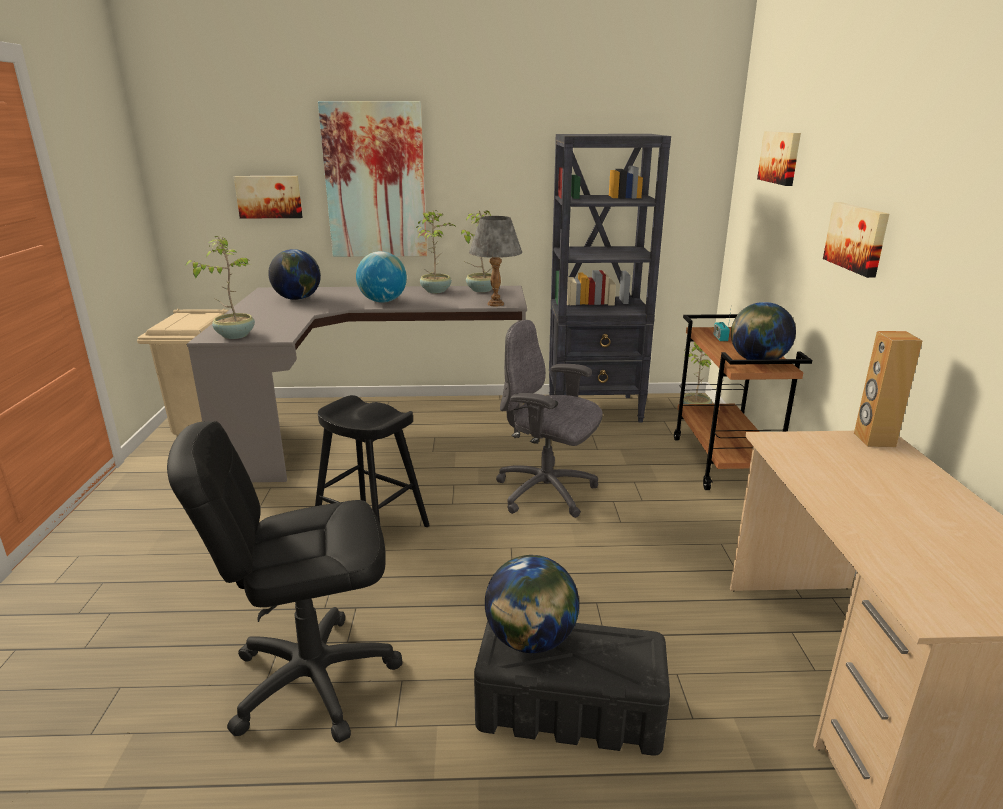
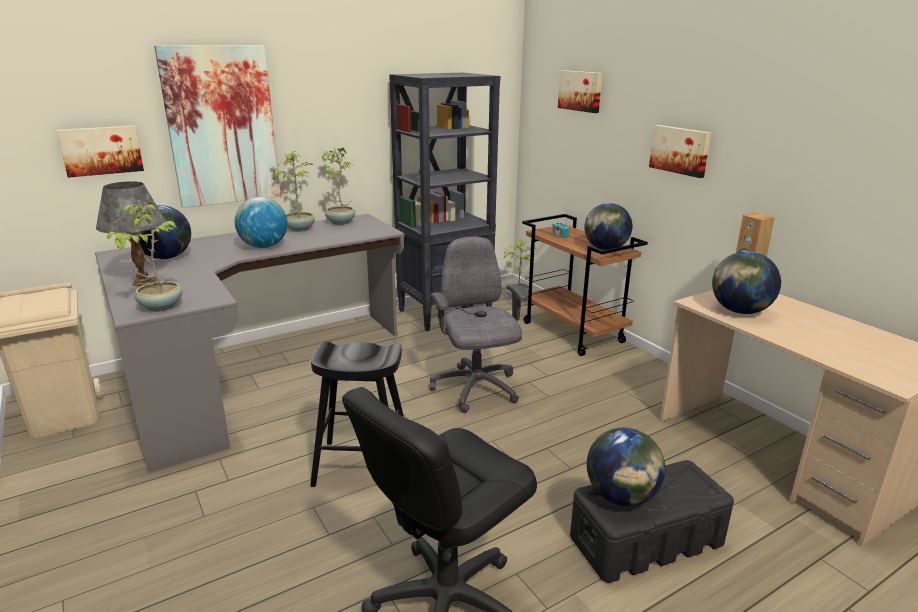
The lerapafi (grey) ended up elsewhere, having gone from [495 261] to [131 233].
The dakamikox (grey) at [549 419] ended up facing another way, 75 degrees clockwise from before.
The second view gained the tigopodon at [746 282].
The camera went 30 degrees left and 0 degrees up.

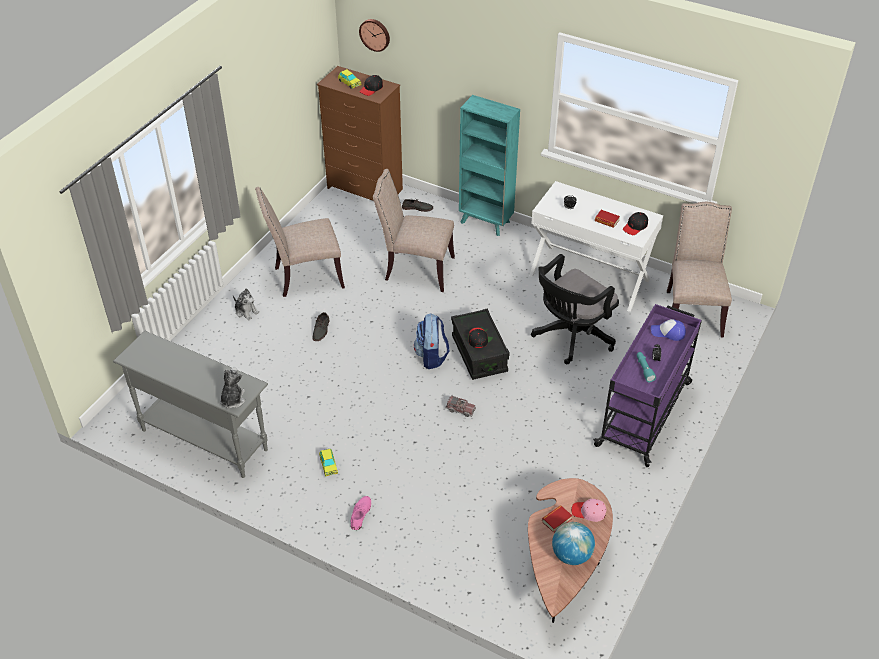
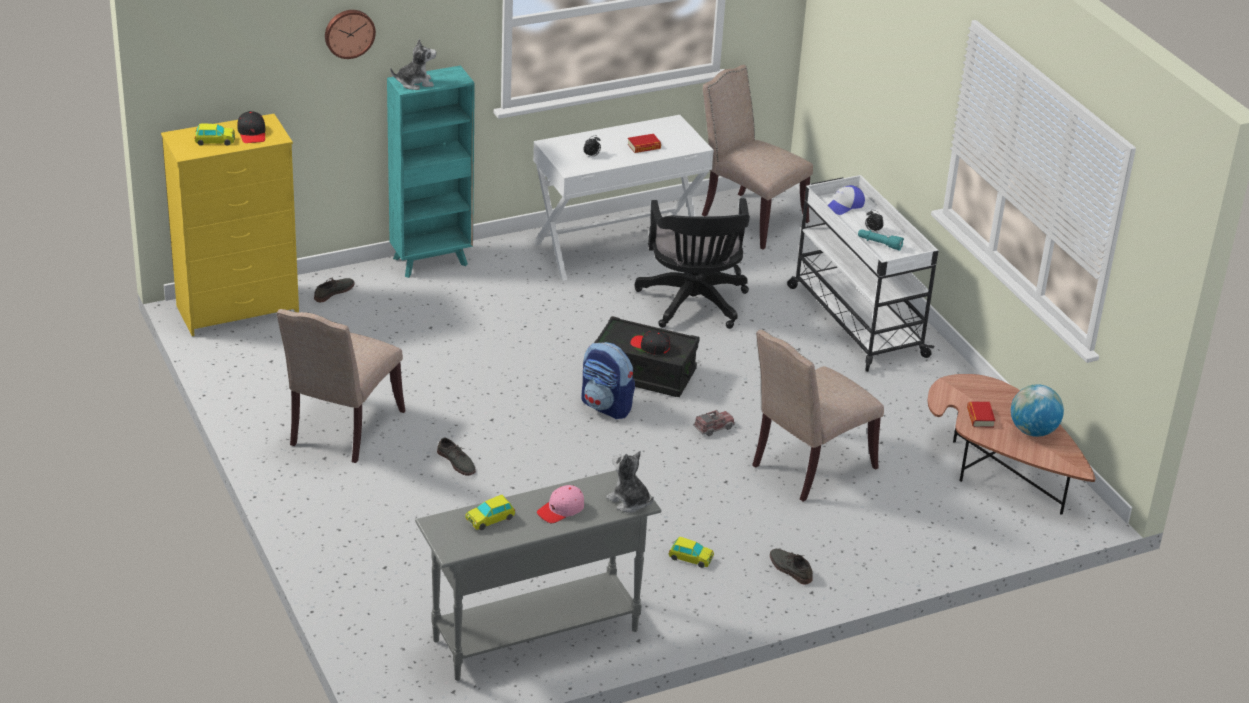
What was the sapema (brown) at [360 133] turned into the sapema (yellow) at [230 225].
The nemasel ended up elsewhere, having gone from [374 35] to [350 34].
The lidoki ended up elsewhere, having gone from [246 304] to [413 64].
The second view gained the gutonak at [490 512].
The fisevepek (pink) ended up elsewhere, having gone from [588 510] to [560 504].
The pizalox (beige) ended up elsewhere, having gone from [414 230] to [818 416].
What was the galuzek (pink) at [361 513] turned into the galuzek (grey) at [791 567].
What was the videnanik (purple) at [647 385] turned into the videnanik (white) at [862 273].
The second view lost the fisevepek (black) at [635 223].
The camera went 55 degrees left and 10 degrees down.

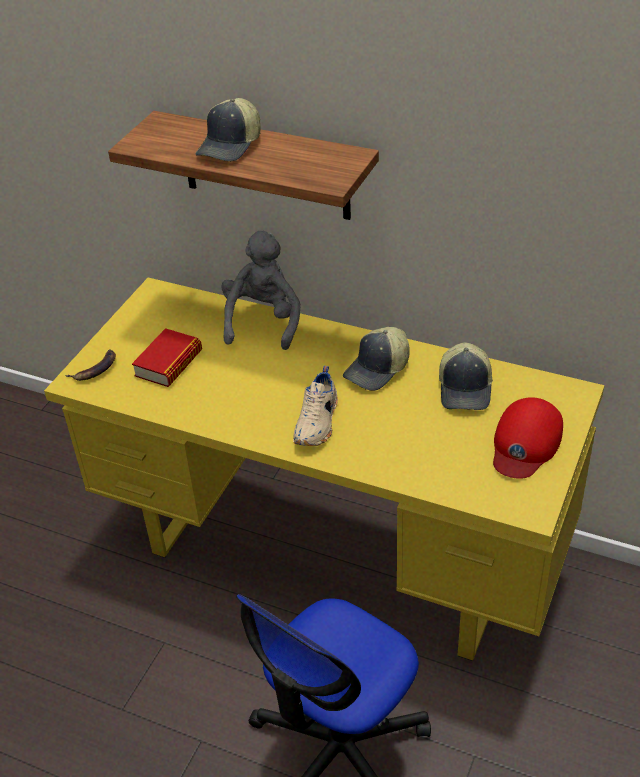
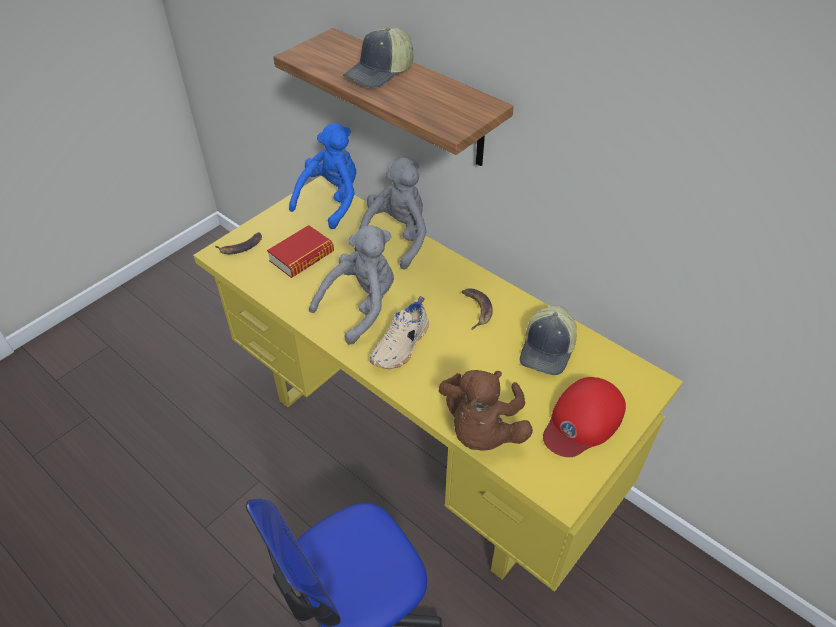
The second view gained the lidoki (blue) at [322 176].
The second view gained the lidoki (grey) at [351 285].
The second view gained the lidoki (brown) at [486 410].
Where the fisevepek stood at [376 359], the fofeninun came to stand at [477 309].
The camera went 15 degrees right and 5 degrees up.

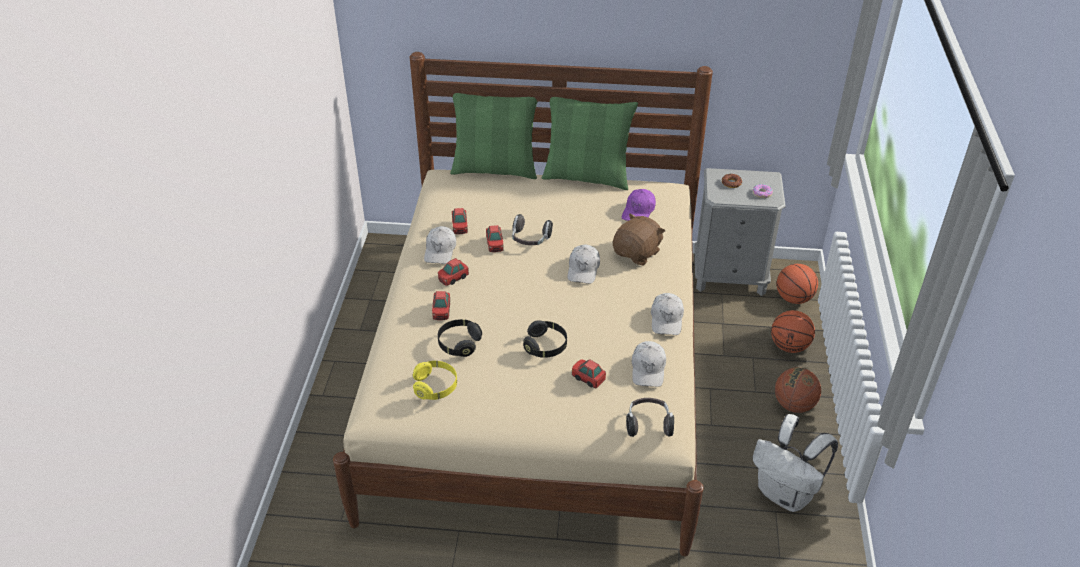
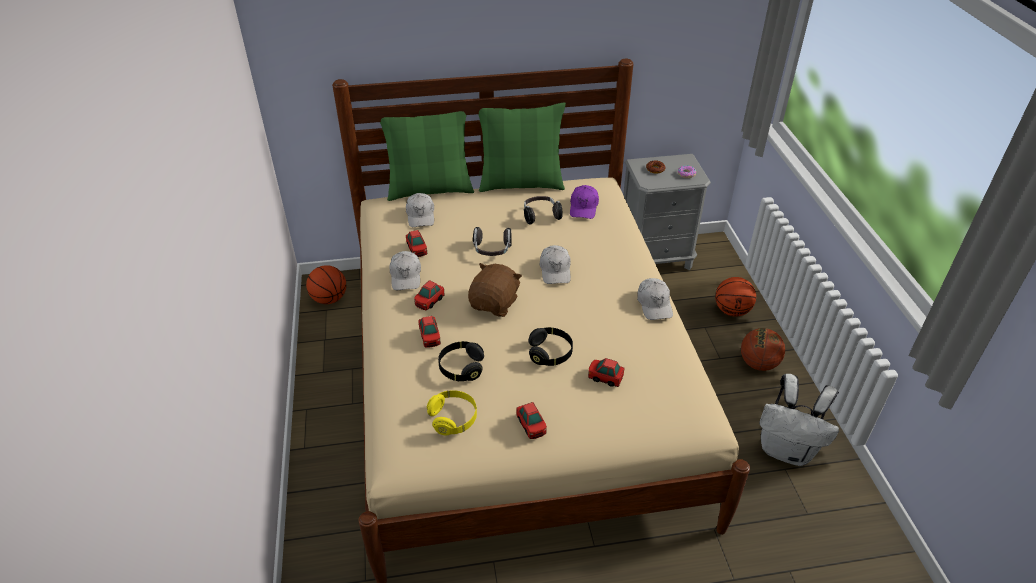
The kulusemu ended up elsewhere, having gone from [797 284] to [326 284].
The fisevepek (white) ended up elsewhere, having gone from [648 364] to [420 210].
The lidoki (brown) ended up elsewhere, having gone from [639 240] to [495 290].
The gutonak ended up elsewhere, having gone from [495 238] to [531 420].
The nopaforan ended up elsewhere, having gone from [650 417] to [543 210].
The camera went 15 degrees left and 0 degrees up.

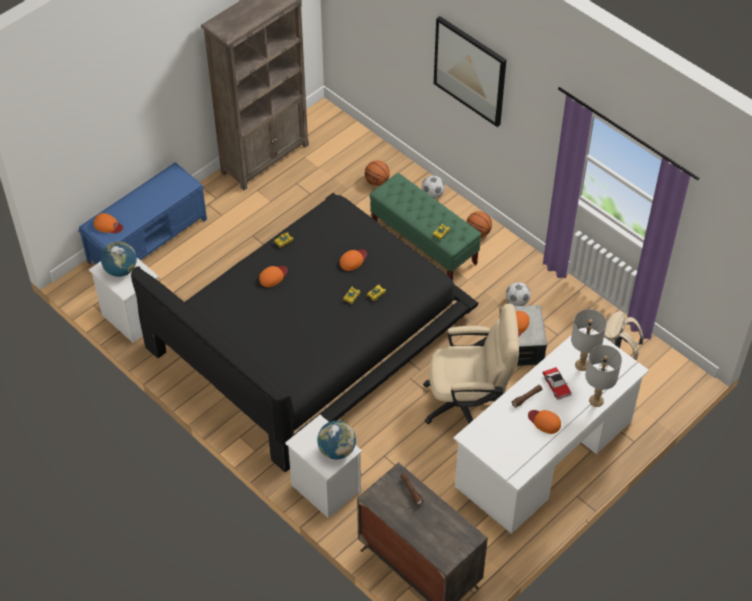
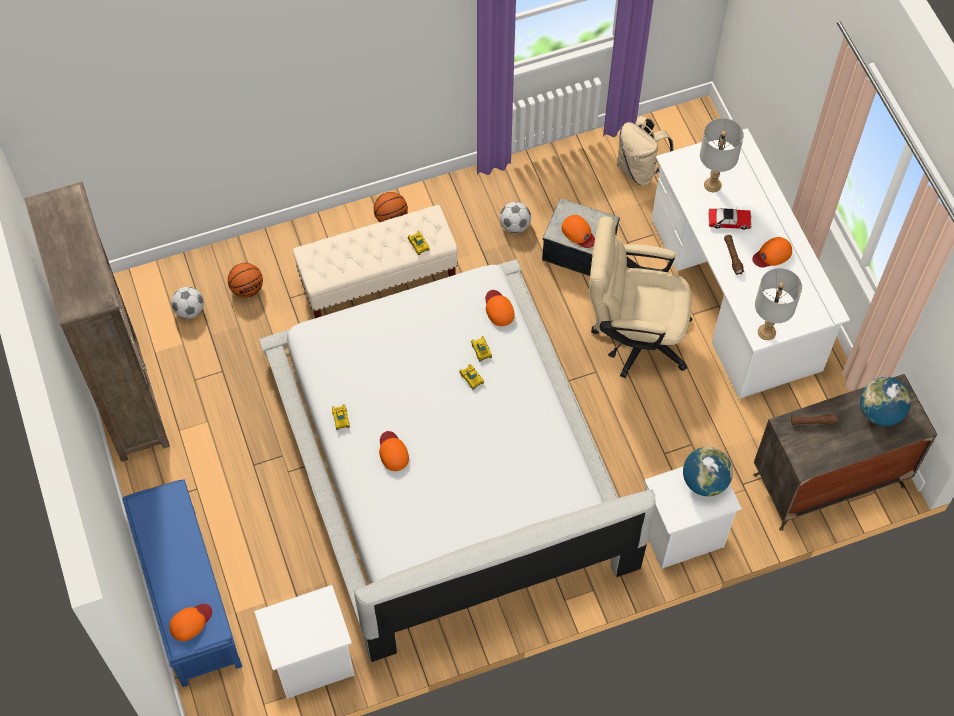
The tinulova ended up elsewhere, having gone from [433 187] to [187 303].
What was the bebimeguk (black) at [305 332] turned into the bebimeguk (white) at [457 460].
What was the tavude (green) at [425 226] turned into the tavude (beige) at [375 261].
The fisevepek (orange) ended up elsewhere, having gone from [353 260] to [500 308].
The dakamikox (beige) at [471 363] ended up facing another way, 105 degrees counterclockwise from before.
The lerapafi (grey) ended up elsewhere, having gone from [603 376] to [778 304].
The tigopodon ended up elsewhere, having gone from [119 259] to [885 401].
The second view lost the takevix at [470 71].
The camera went 65 degrees left and 10 degrees up.

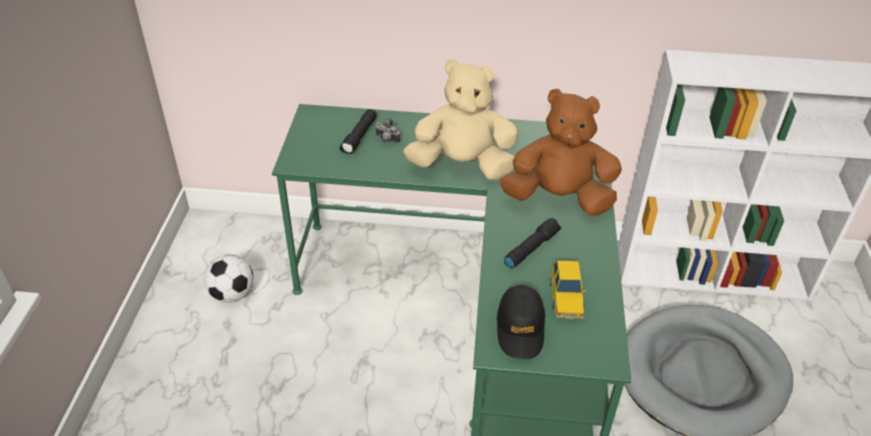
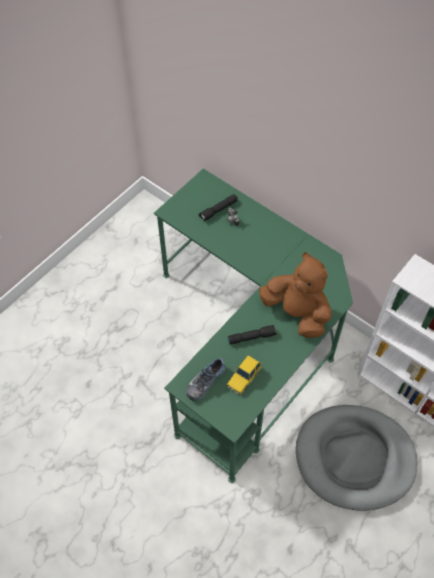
Where the fisevepek (black) stood at [521 322], the galuzek came to stand at [205 379].
The second view lost the tinulova at [229 279].
The second view lost the lidoki (beige) at [461 119].
The camera went 35 degrees right and 15 degrees up.

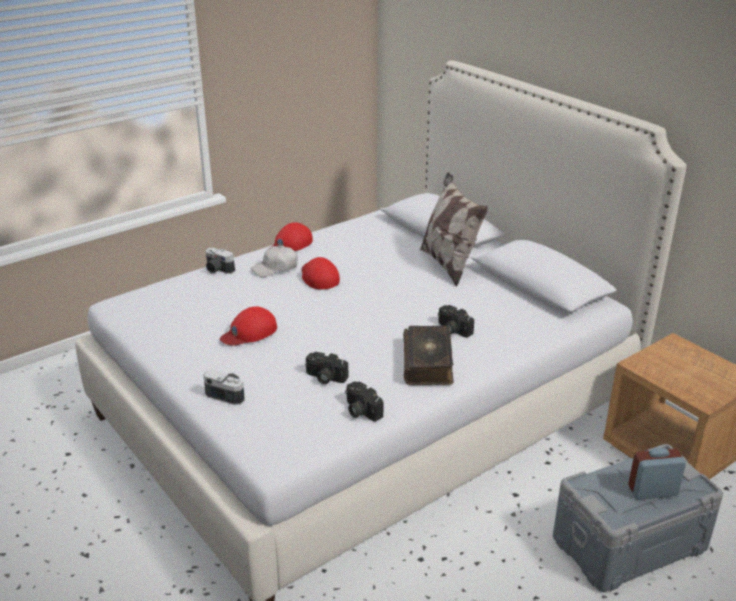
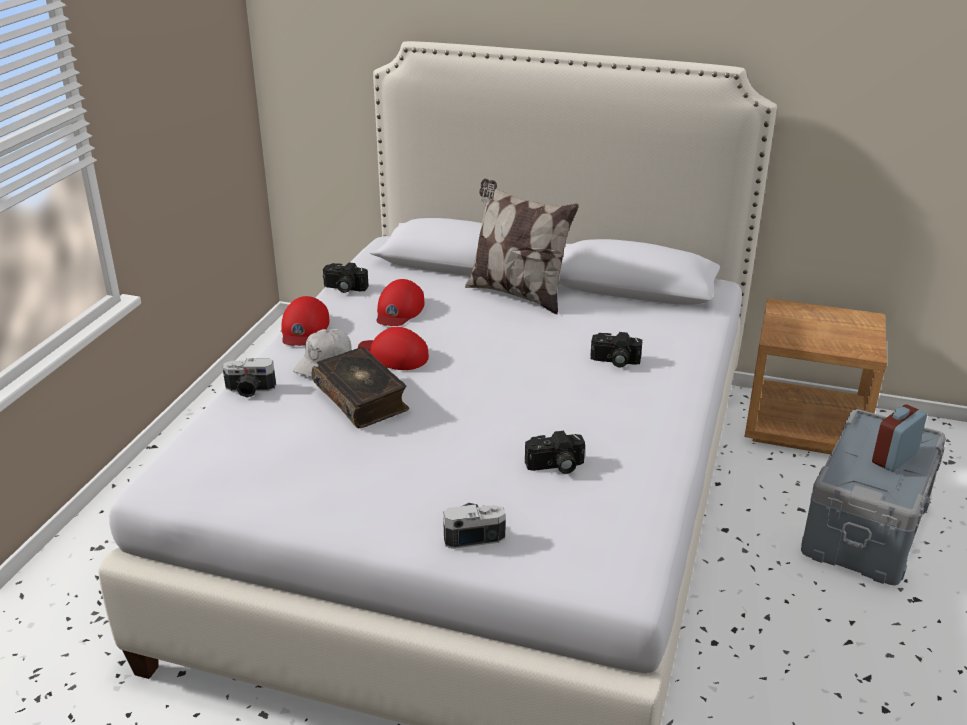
The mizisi ended up elsewhere, having gone from [428 355] to [360 387].
The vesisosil ended up elsewhere, having gone from [364 401] to [346 277].
The fisevepek (red) ended up elsewhere, having gone from [248 326] to [400 302].
The camera went 35 degrees left and 0 degrees up.

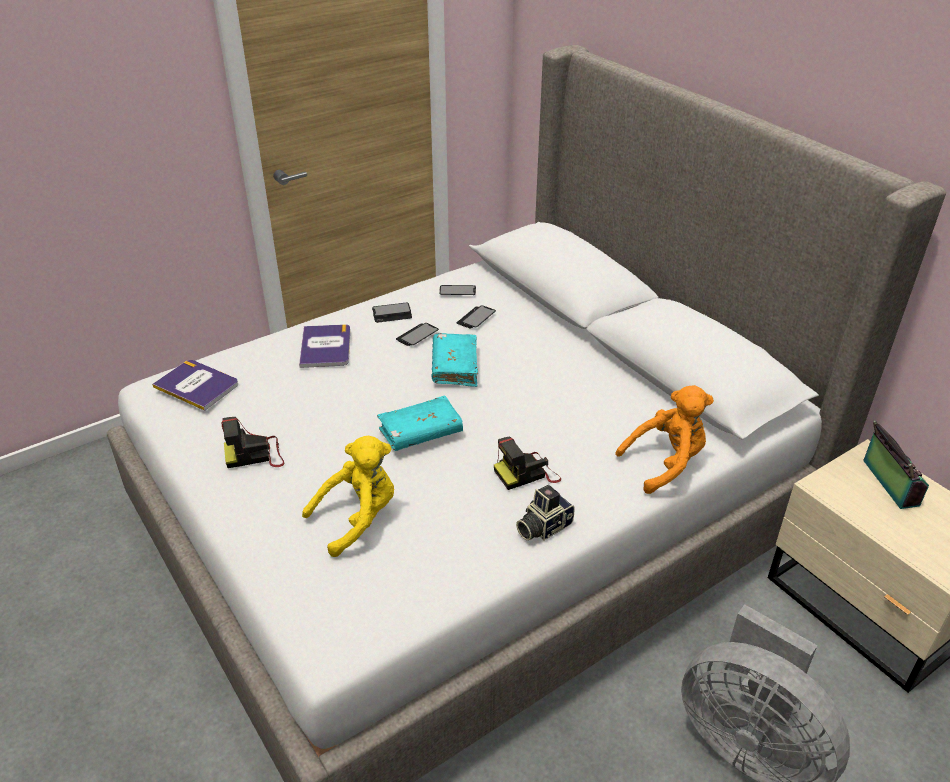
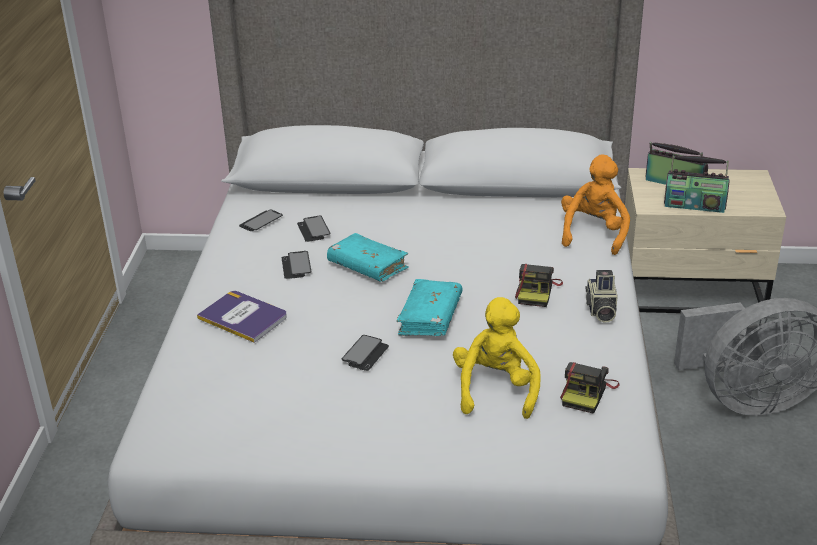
The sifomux ended up elsewhere, having gone from [392 313] to [365 353].
The vesisosil ended up elsewhere, having gone from [253 442] to [589 388].
The second view gained the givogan at [697 184].
The second view lost the mizisi at [195 385].
The camera went 50 degrees left and 5 degrees down.

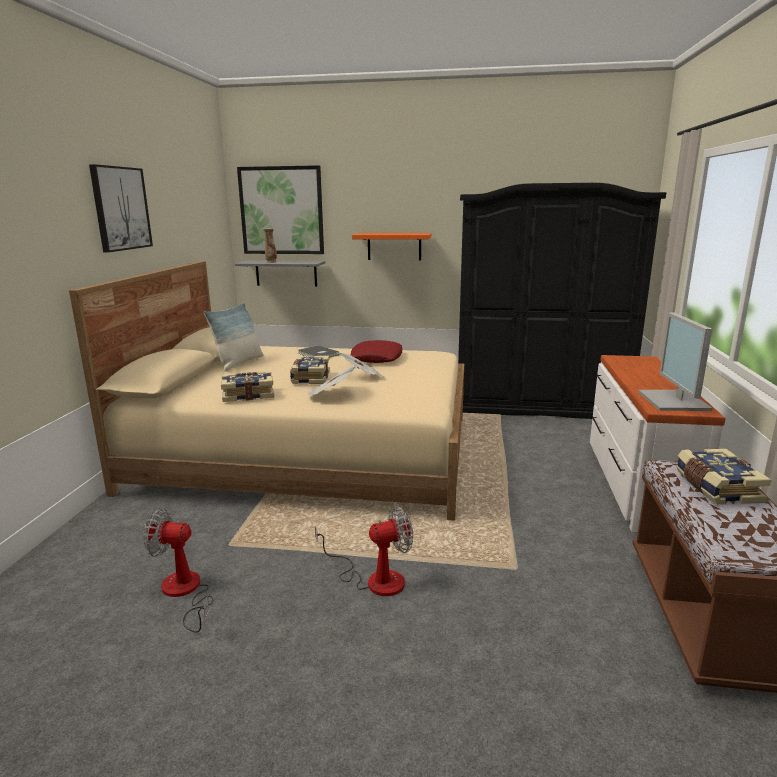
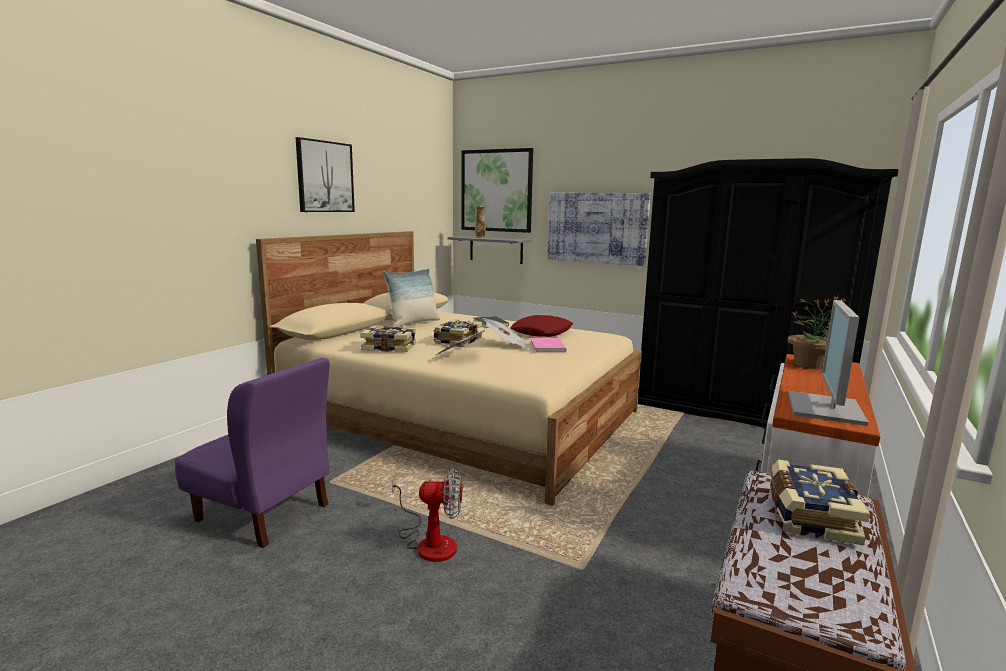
Where the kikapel stood at [178 570], the pizalox (purple) came to stand at [252 453].
The second view gained the mizisi (pink) at [548 345].
Where the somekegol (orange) hung at [391 246], the takevix came to hang at [599 229].
The second view gained the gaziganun at [817 332].
The camera went 20 degrees right and 5 degrees down.

